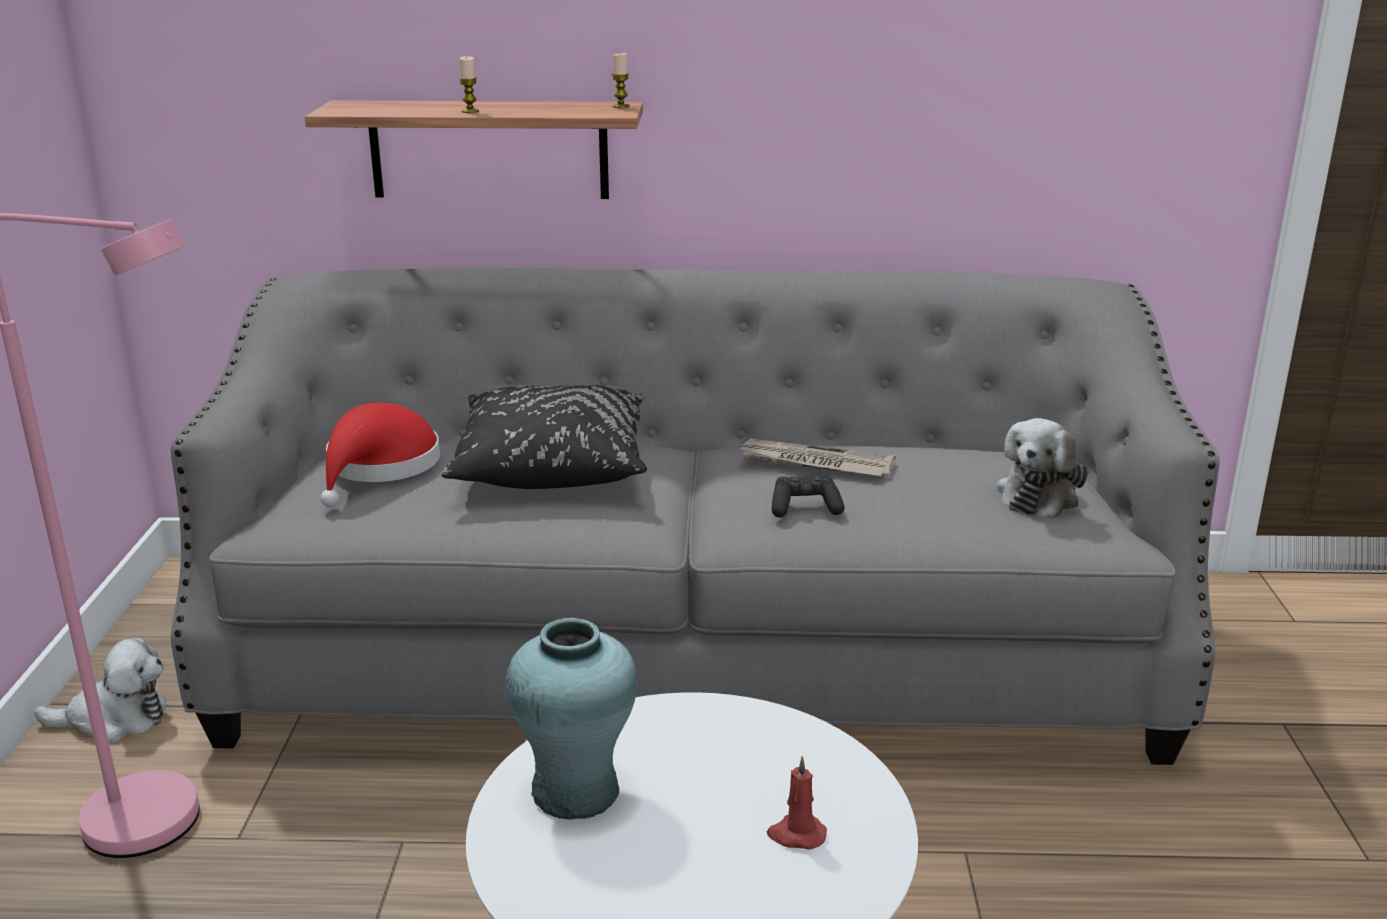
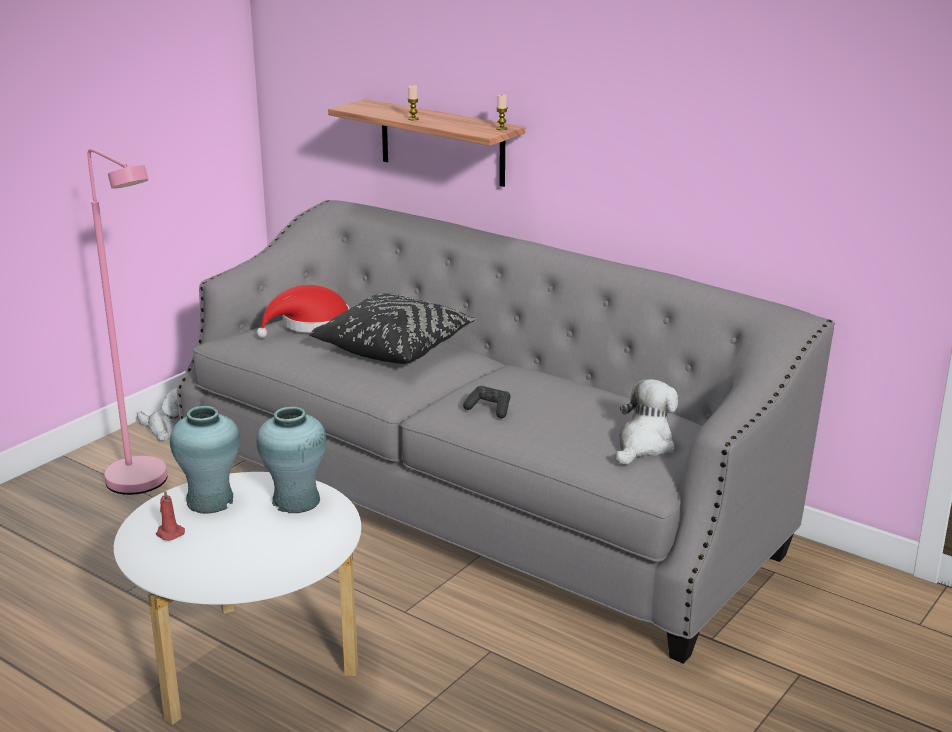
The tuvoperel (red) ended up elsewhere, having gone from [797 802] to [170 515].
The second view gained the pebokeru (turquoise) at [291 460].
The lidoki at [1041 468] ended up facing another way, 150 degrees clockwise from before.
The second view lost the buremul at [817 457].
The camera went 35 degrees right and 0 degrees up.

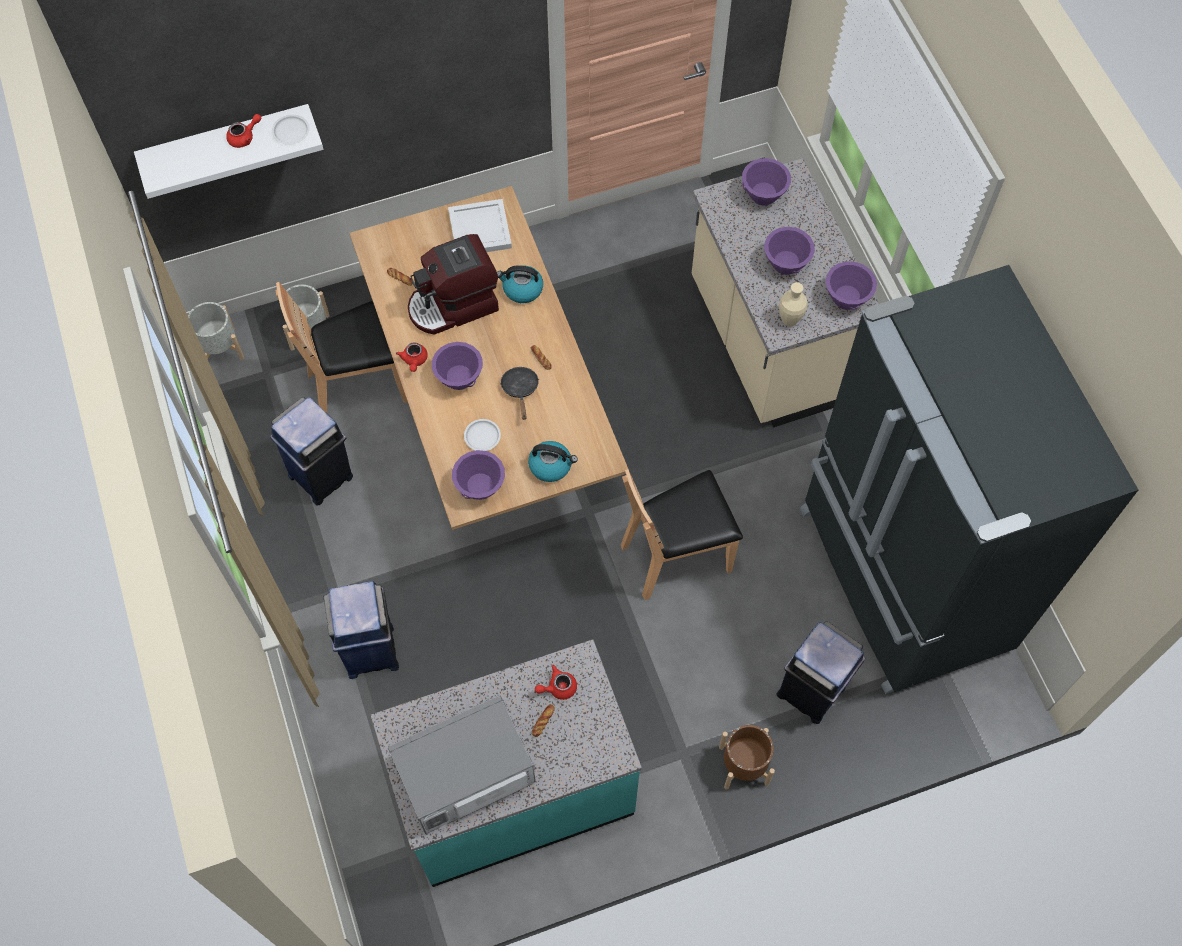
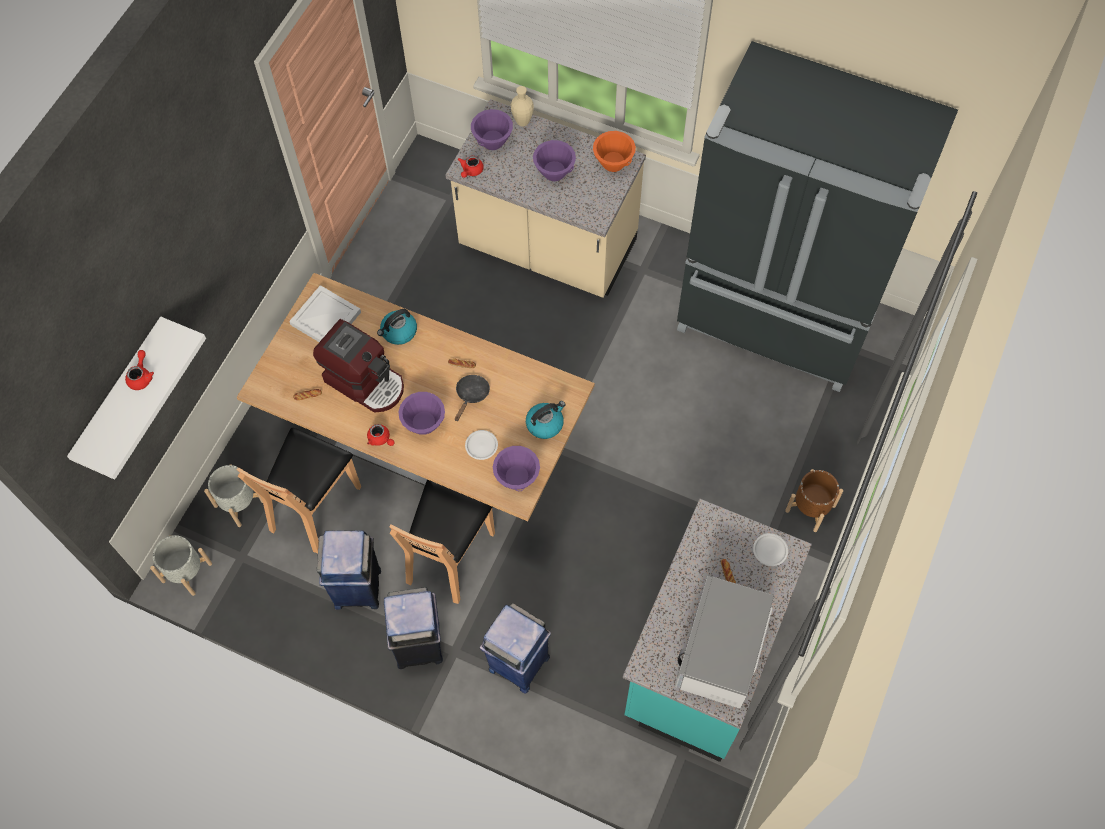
The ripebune at [453 284] ended up facing another way, 75 degrees counterclockwise from before.
The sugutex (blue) ended up elsewhere, having gone from [820 672] to [413 628].
The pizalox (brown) ended up elsewhere, having gone from [682 534] to [442 541].
The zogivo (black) at [519 393] ended up facing another way, 75 degrees clockwise from before.
The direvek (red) ended up elsewhere, having gone from [556 682] to [471 167].
The pebokeru (beige) ended up elsewhere, having gone from [793 304] to [522 106].
What was the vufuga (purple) at [851 285] turned into the vufuga (orange) at [614 151].
The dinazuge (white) ended up elsewhere, having gone from [291 130] to [770 549].
The camera went 45 degrees left and 0 degrees up.

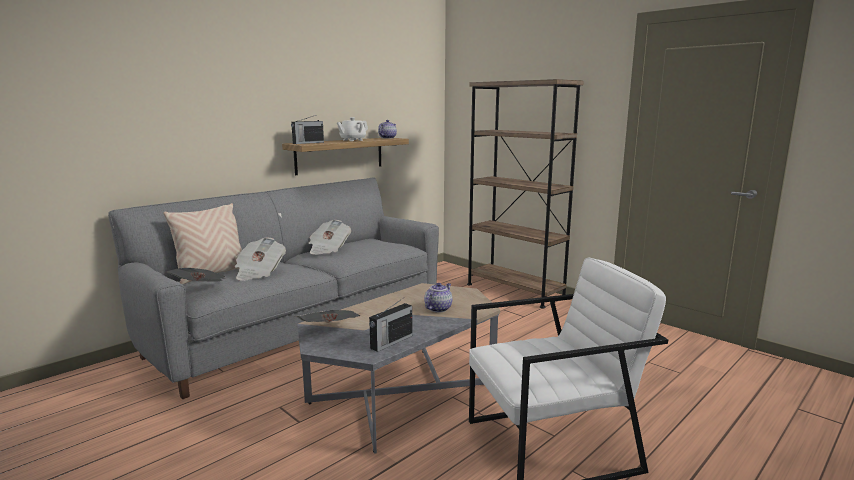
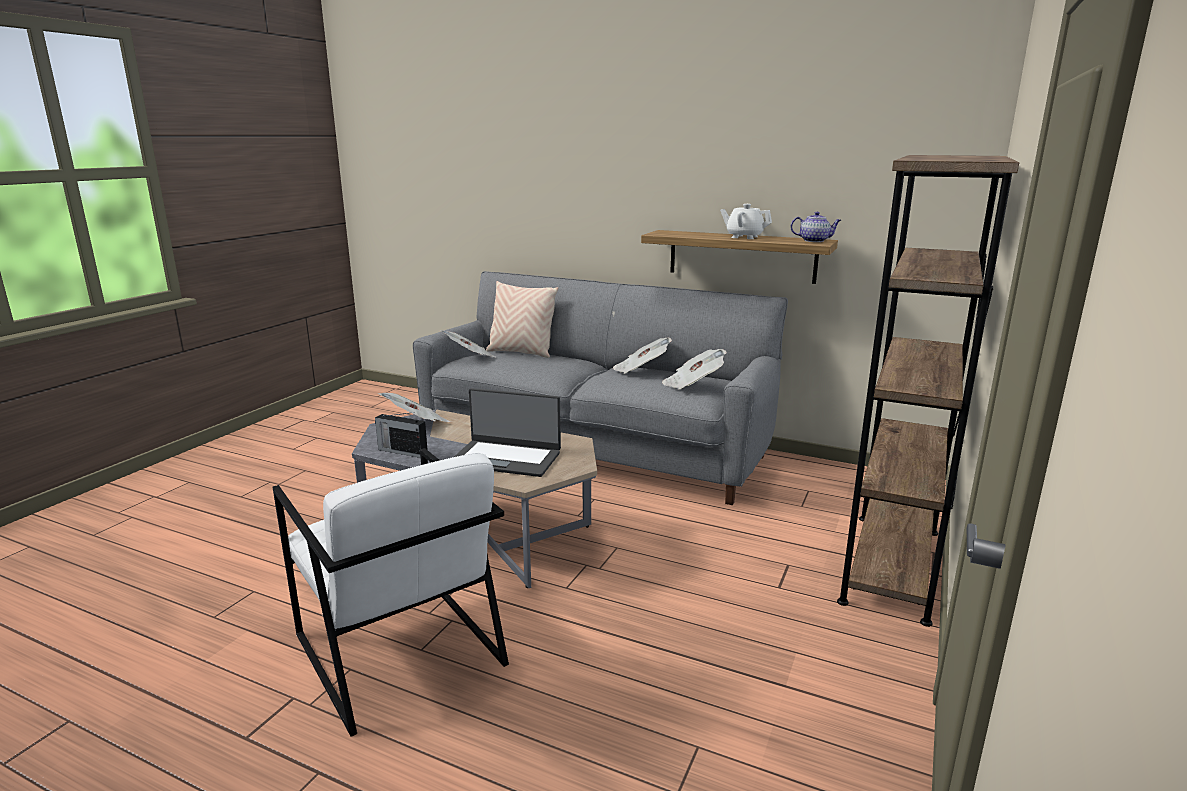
Where the direvek stood at [438 298], the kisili came to stand at [507 432].
The buremul ended up elsewhere, having gone from [260 259] to [694 369].
The second view lost the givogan at [307 129].
The camera went 70 degrees right and 5 degrees up.

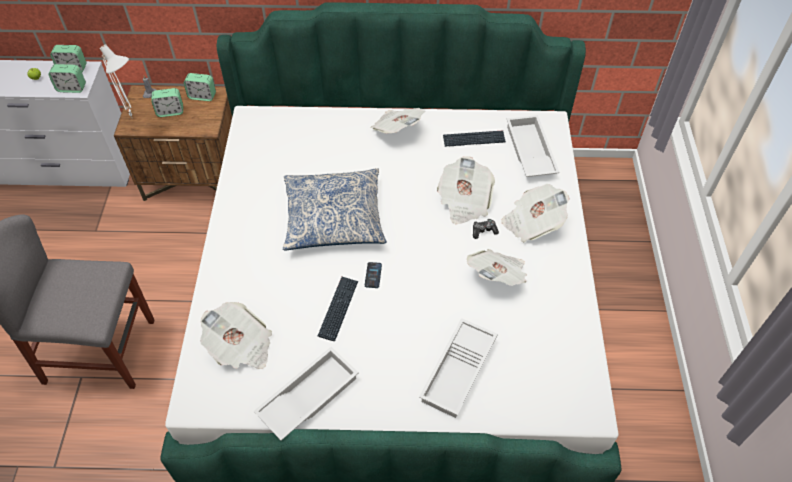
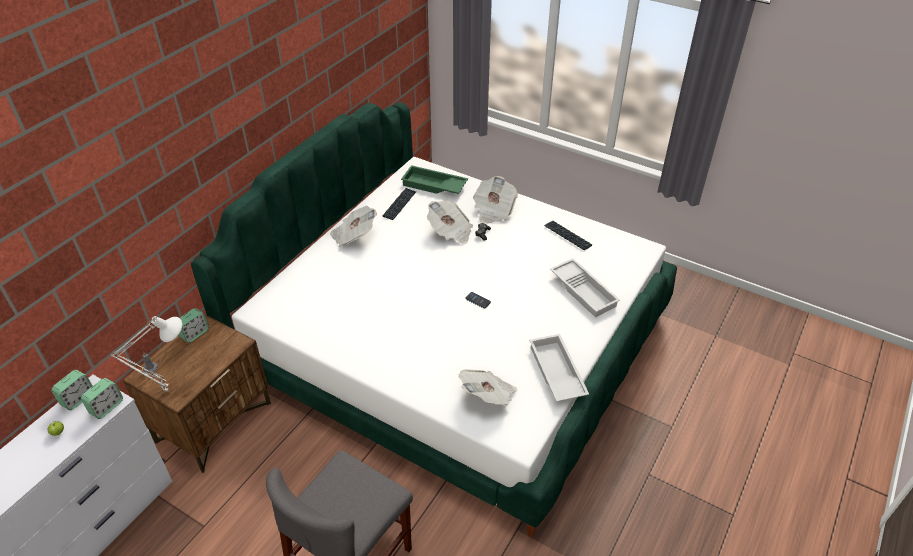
What was the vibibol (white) at [533 146] turned into the vibibol (green) at [434 179].
The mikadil ended up elsewhere, having gone from [338 309] to [568 235].
The second view lost the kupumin at [167 102].
The second view lost the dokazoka at [335 209].
The second view lost the buremul at [497 267].
The camera went 60 degrees left and 10 degrees down.

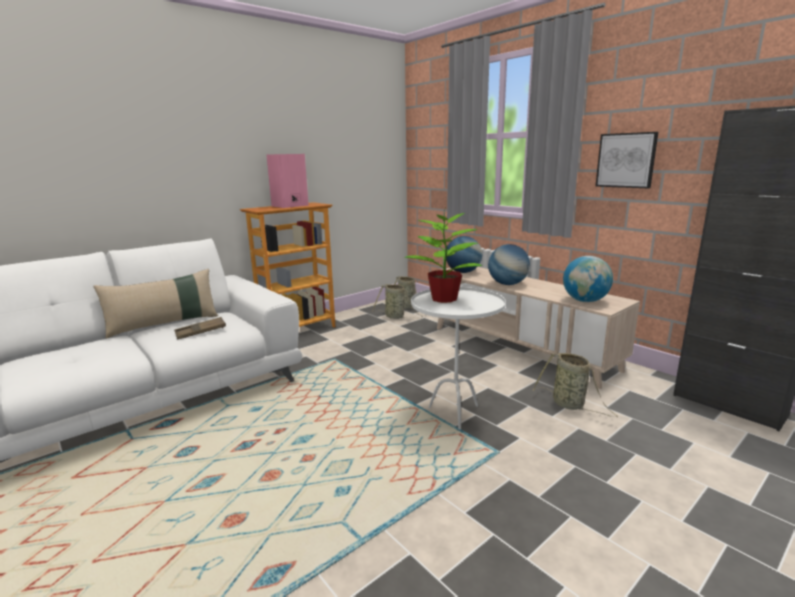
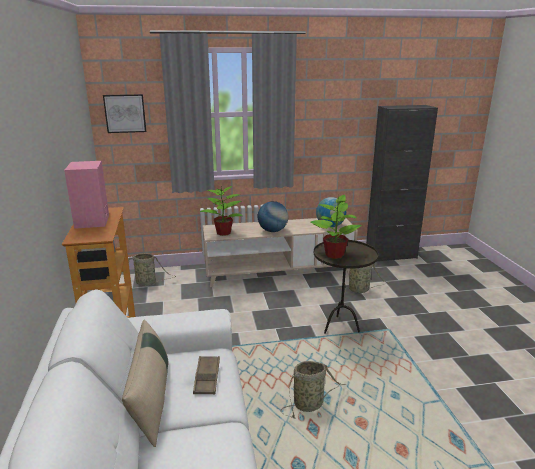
The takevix ended up elsewhere, having gone from [627 160] to [124 113].
Where the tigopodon stood at [464 254], the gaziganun came to stand at [221 210].
The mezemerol ended up elsewhere, having gone from [397 301] to [314 390].
What was the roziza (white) at [458 358] turned into the roziza (brown) at [346 287].
The camera went 60 degrees left and 5 degrees up.

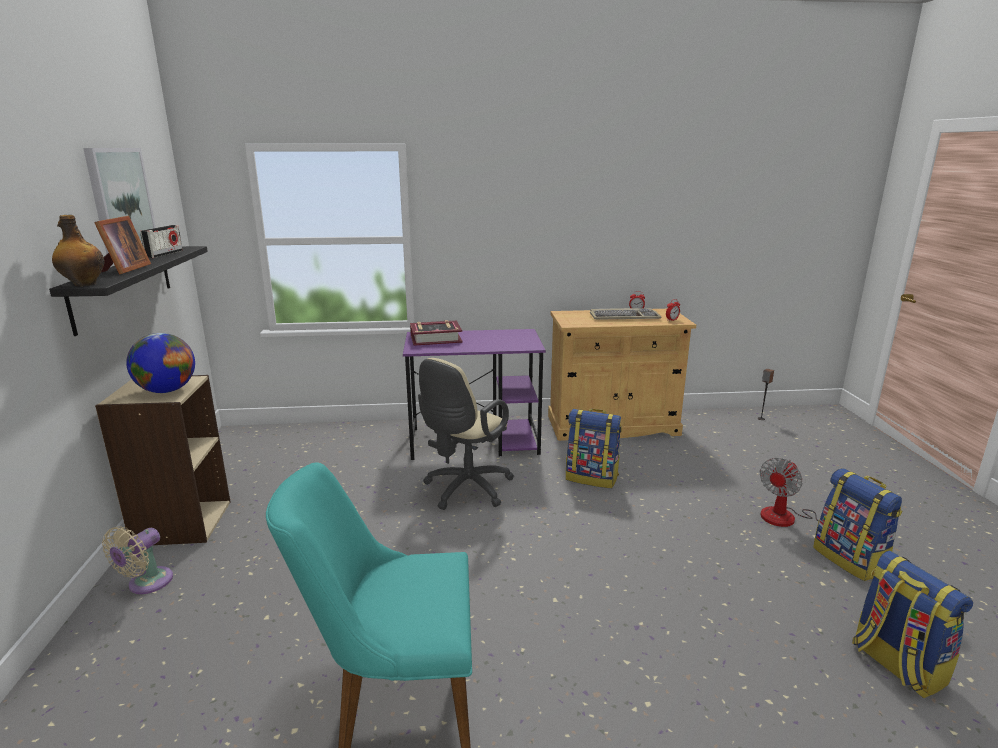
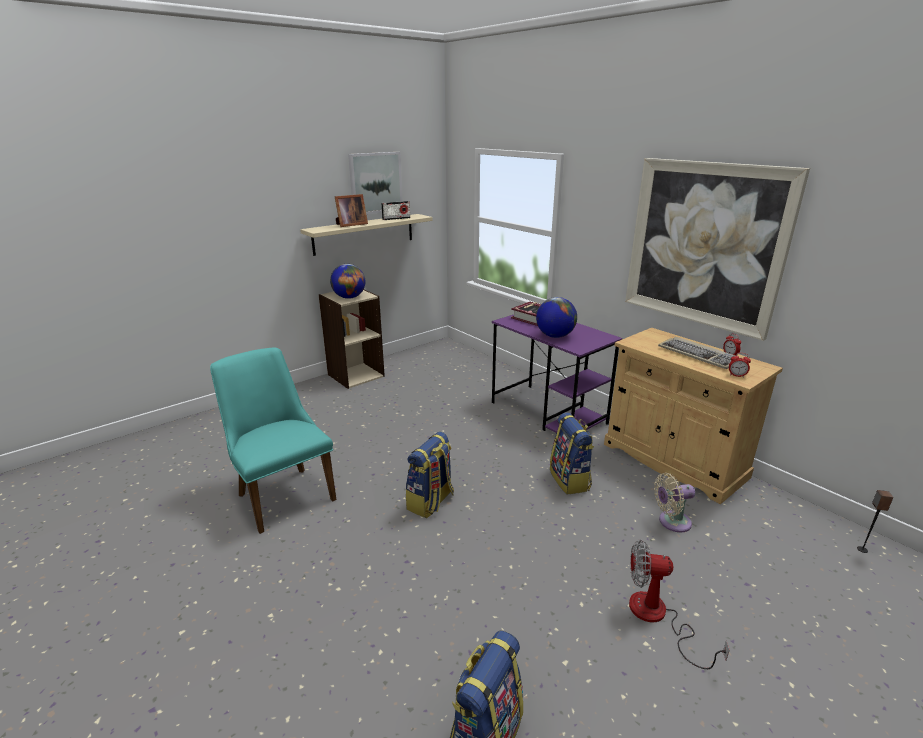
What was the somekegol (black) at [128 291] turned into the somekegol (beige) at [366 235].
The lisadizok ended up elsewhere, having gone from [857 524] to [430 475].
The second view gained the tigopodon at [556 317].
The second view gained the takevix at [717 249].
The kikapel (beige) ended up elsewhere, having gone from [137 560] to [674 502].
The second view lost the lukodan at [78 250].
The second view lost the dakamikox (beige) at [466 434].
The camera went 55 degrees right and 5 degrees up.

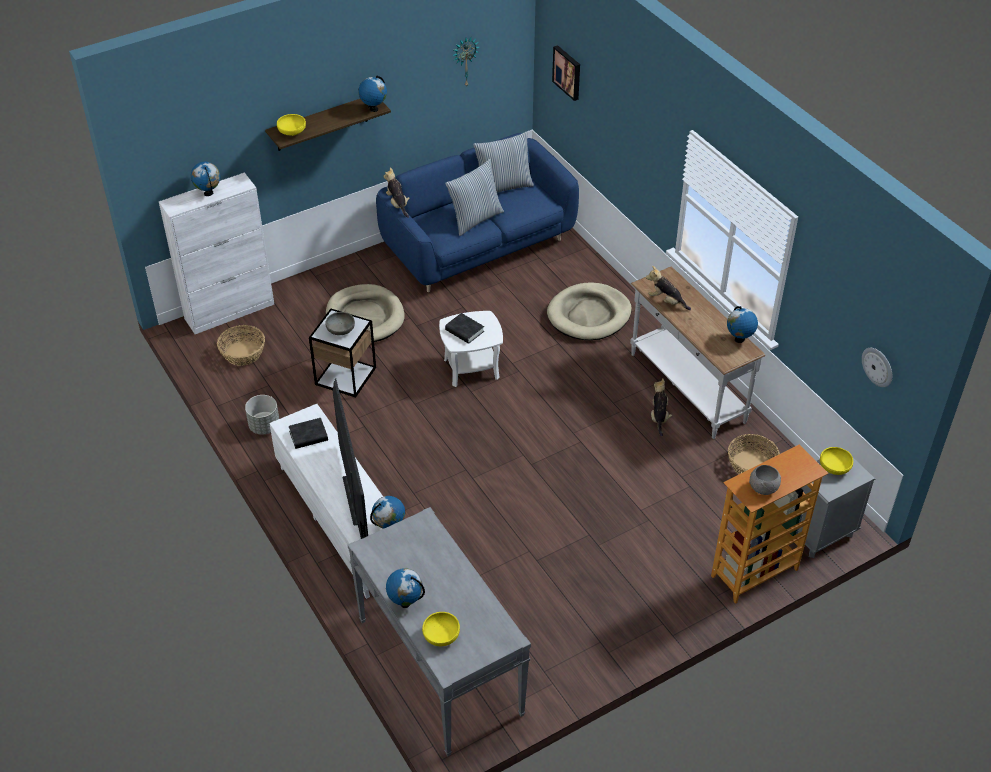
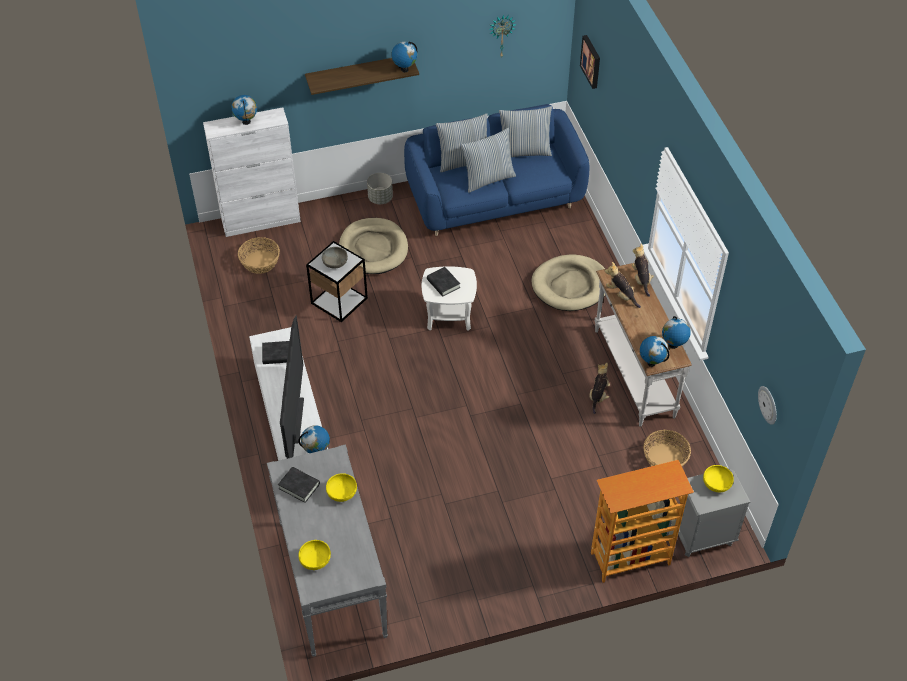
The second view gained the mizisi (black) at [299 485].
The vufuga (yellow) ended up elsewhere, having gone from [291 125] to [341 487].
The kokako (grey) ended up elsewhere, having gone from [262 415] to [380 188].
The second view gained the dokazoka at [462 143].
The lidoki ended up elsewhere, having gone from [396 192] to [643 270].
The tigopodon ended up elsewhere, having gone from [405 588] to [654 351].
The second view lost the vufuga (grey) at [765 480].
The camera went 15 degrees right and 5 degrees up.

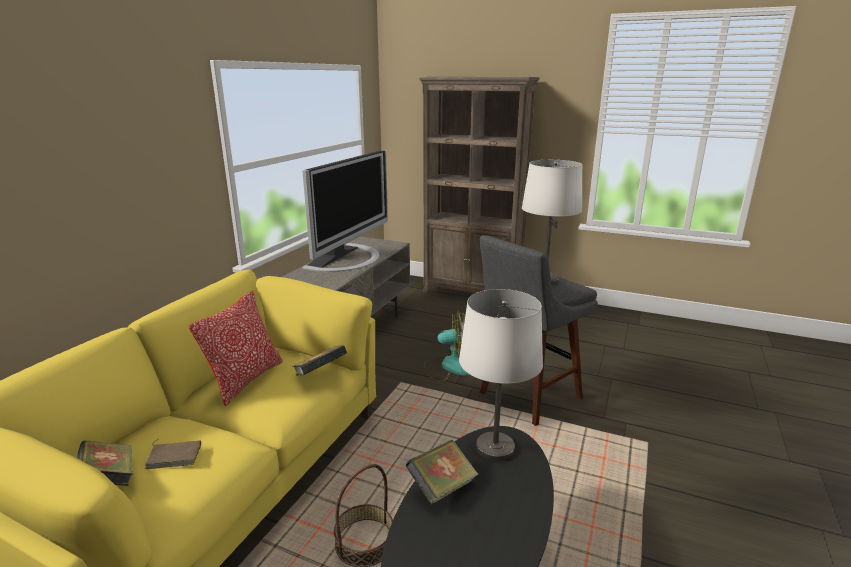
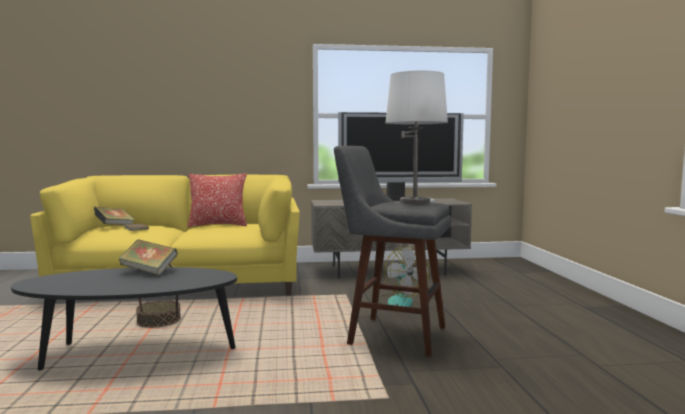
The second view lost the mizisi at [319 360].
The second view lost the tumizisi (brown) at [479 185].
The second view lost the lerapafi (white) at [501 375].
The camera went 60 degrees right and 15 degrees down.

